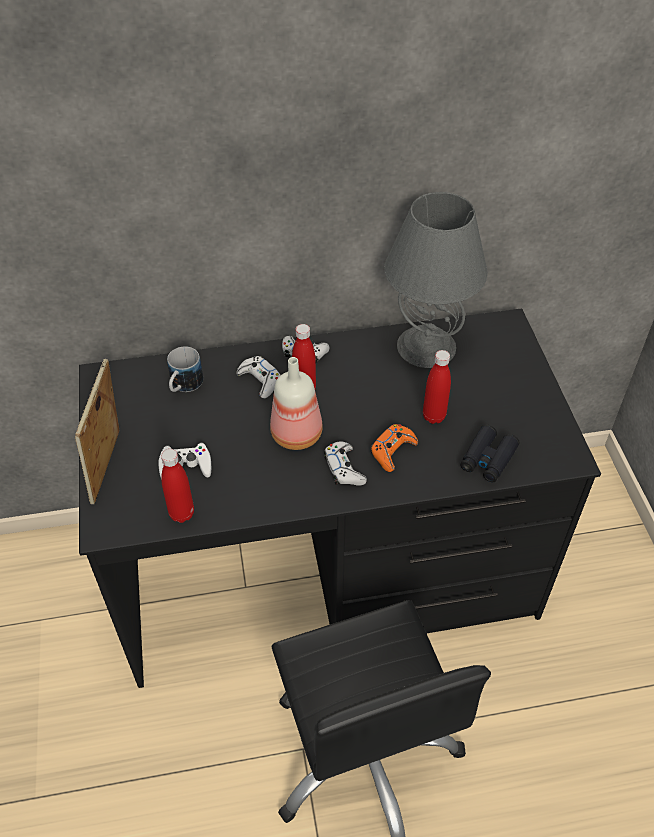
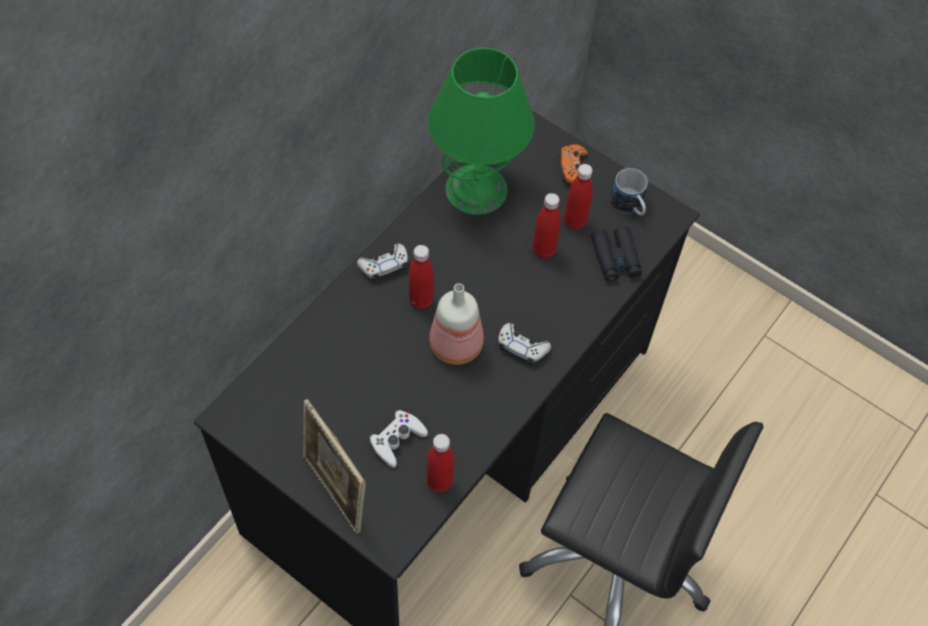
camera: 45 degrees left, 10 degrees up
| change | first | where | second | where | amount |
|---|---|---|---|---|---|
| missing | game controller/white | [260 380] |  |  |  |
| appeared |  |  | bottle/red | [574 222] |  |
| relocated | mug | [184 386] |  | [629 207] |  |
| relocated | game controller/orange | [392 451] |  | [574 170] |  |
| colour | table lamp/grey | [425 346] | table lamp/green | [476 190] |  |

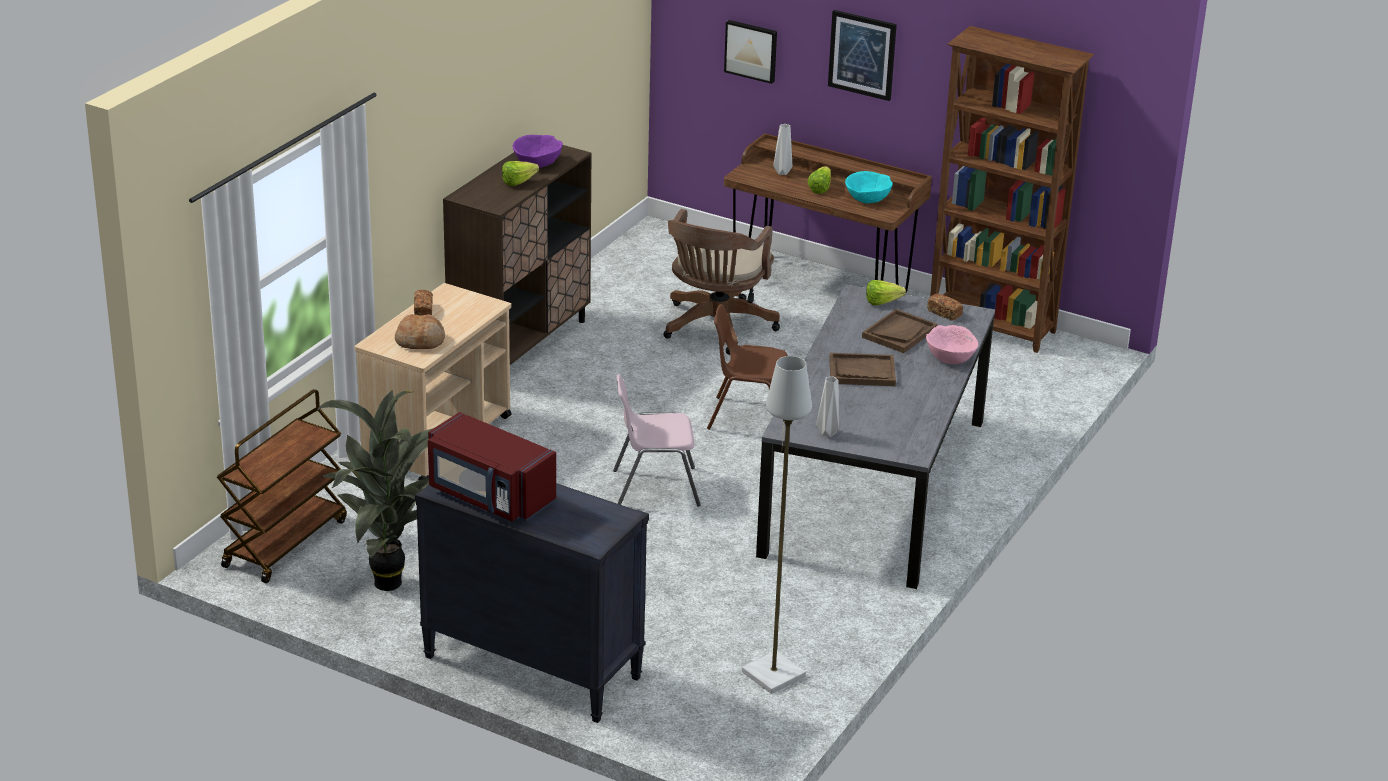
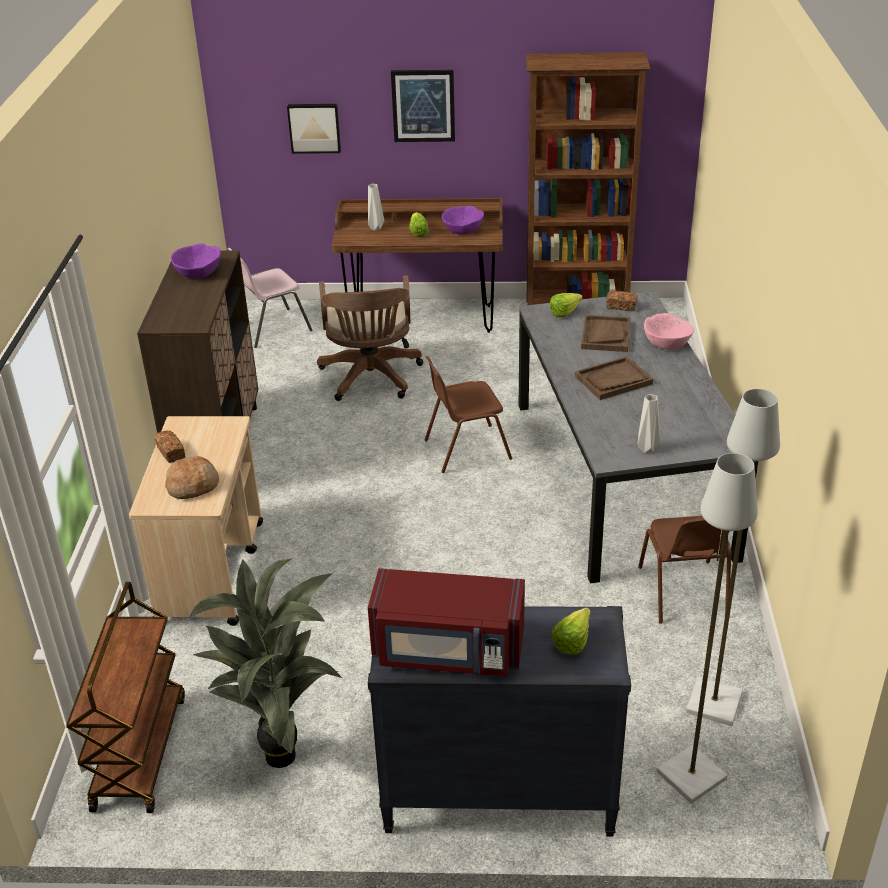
camera: 25 degrees left, 5 degrees up
| change | first | where | second | where | amount |
|---|---|---|---|---|---|
| appeared |  |  | chair/brown | [683 593] |  |
| appeared |  |  | floor lamp/grey | [691 777] |  |
| relocated | lettuce | [521 182] |  | [575 639] |  |
| relocated | chair/pink | [654 487] |  | [271 328] |  |
| colour | bowl/turquoise | [867 198] | bowl/purple | [463 230] |  |

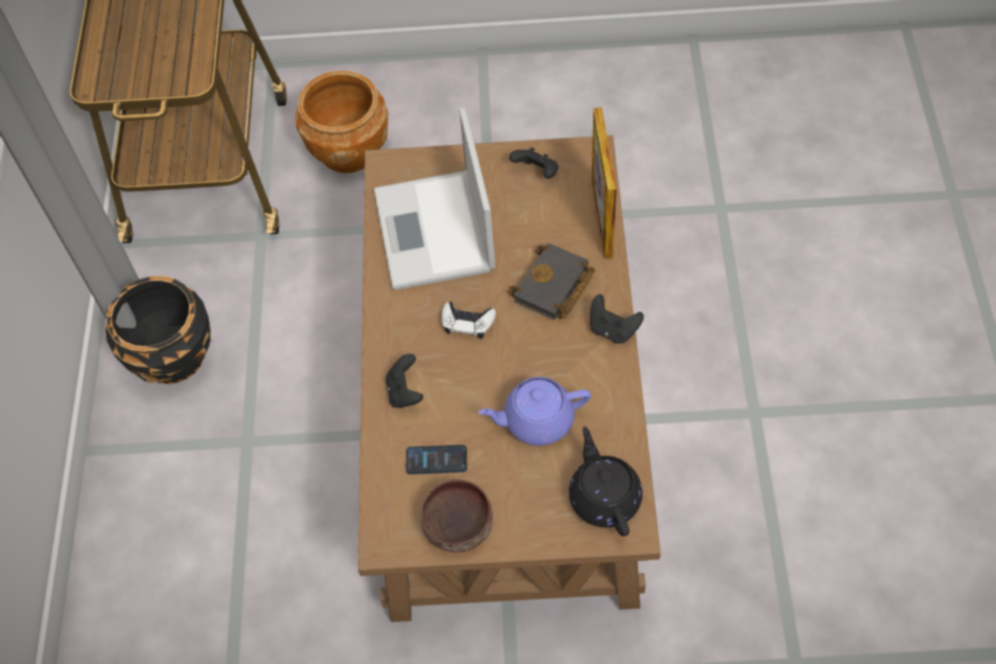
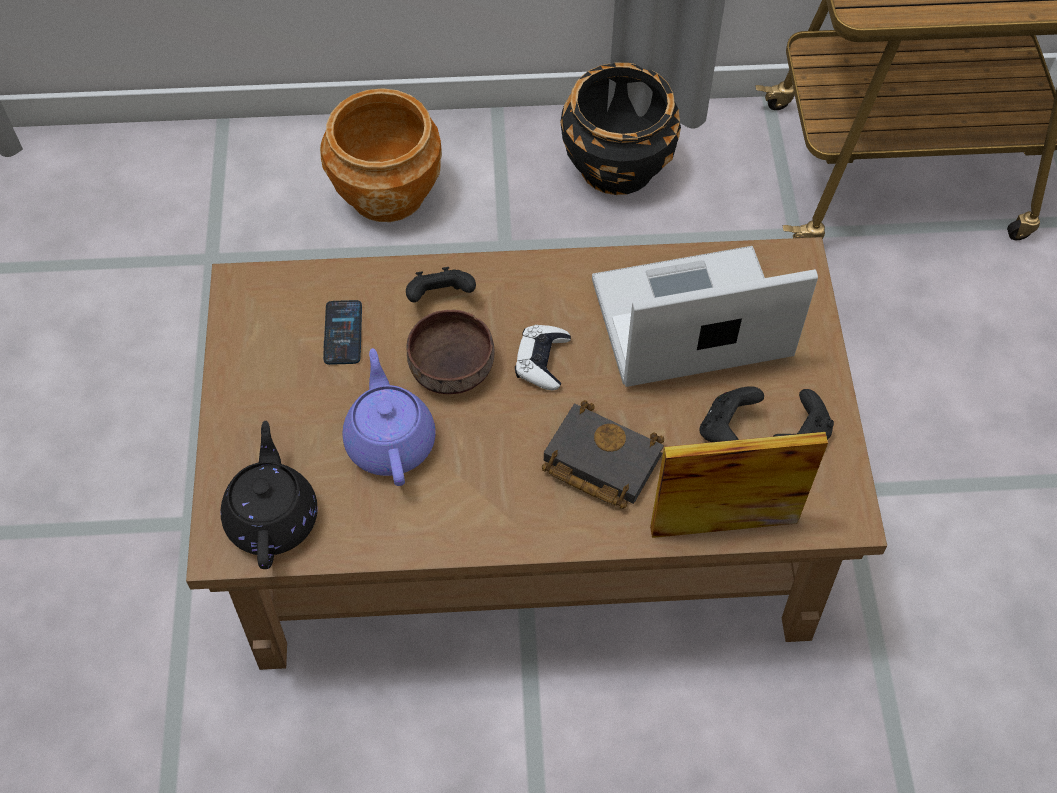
camera: 85 degrees right, 0 degrees up
| change | first | where | second | where | amount |
|---|---|---|---|---|---|
| relocated | planter/brown | [348 150] |  | [387 192] |  |
| relocated | bowl/brown | [458 526] |  | [449 367] |  |
| relocated | game controller/black | [612 329] |  | [726 428] |  |
| spun | teapot/black | [604 496] |  | [273 517] | 75 degrees counterclockwise |

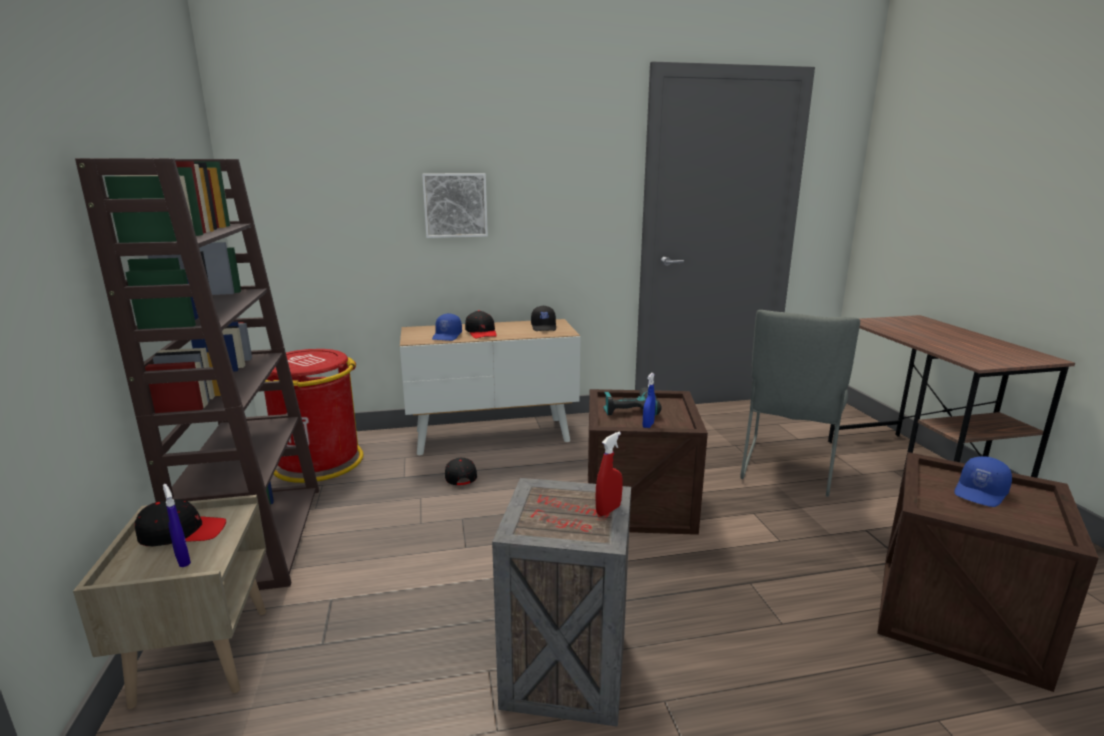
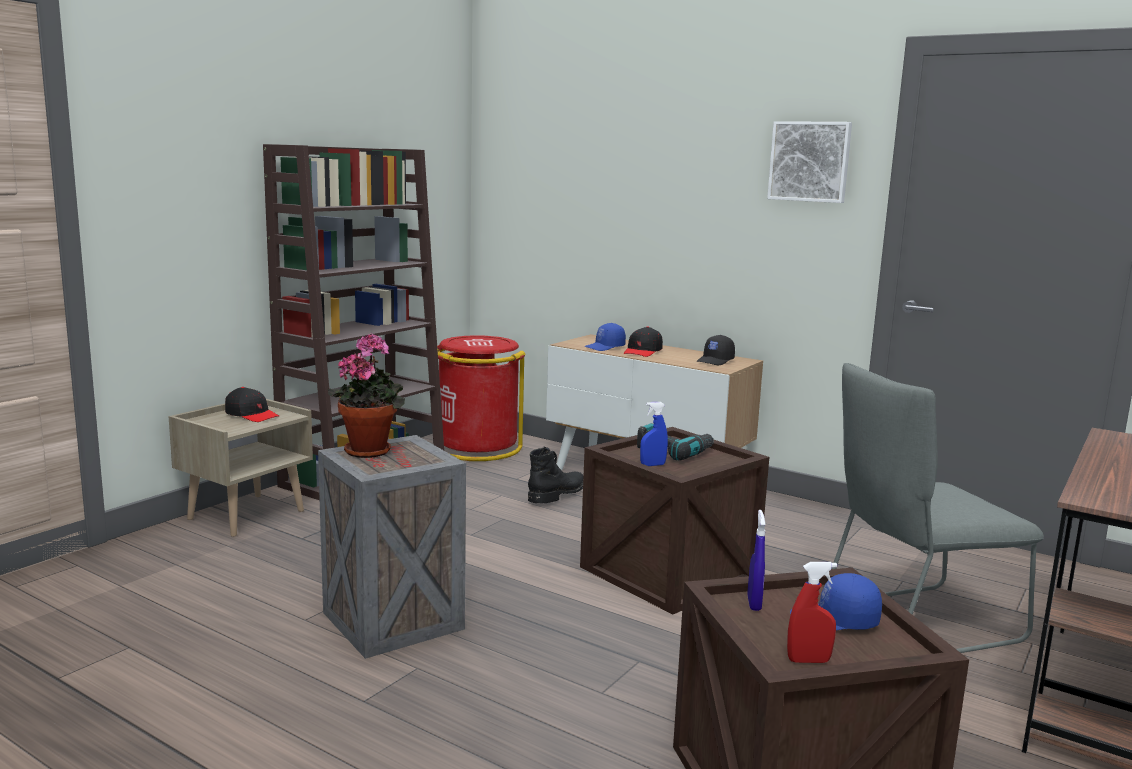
camera: 45 degrees right, 5 degrees down
| change | first | where | second | where | amount |
|---|---|---|---|---|---|
| appeared |  |  | potted plant | [370 450] |  |
| relocated | spray bottle/blue | [183 560] |  | [754 603] |  |
| relocated | picture | [455 205] |  | [810 161] |  |
| relocated | spray bottle/red | [608 510] |  | [808 661] |  |
| exchanged | cap/black | [459 476] | boot/black | [558 494] |  |

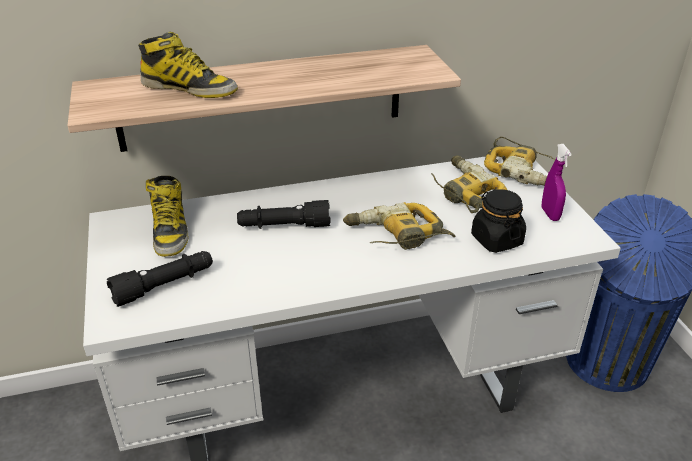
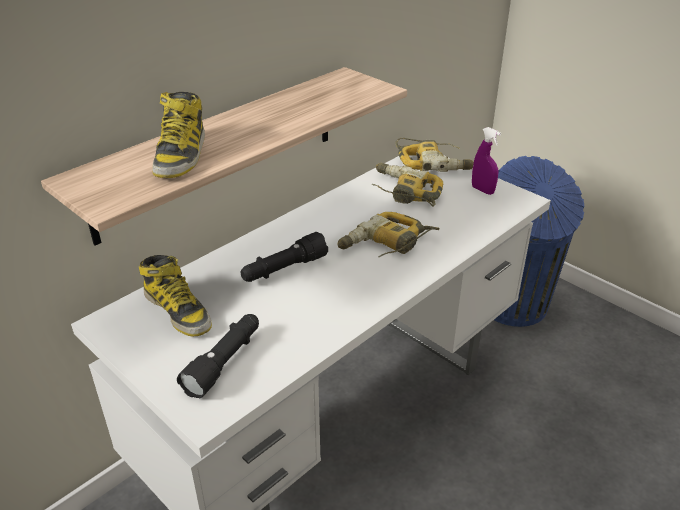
camera: 30 degrees left, 0 degrees up
| change | first | where | second | where | amount |
|---|---|---|---|---|---|
| missing | jar/black | [496 240] |  |  |  |
| spun | boot | [190 88] |  | [181 155] | 105 degrees clockwise |

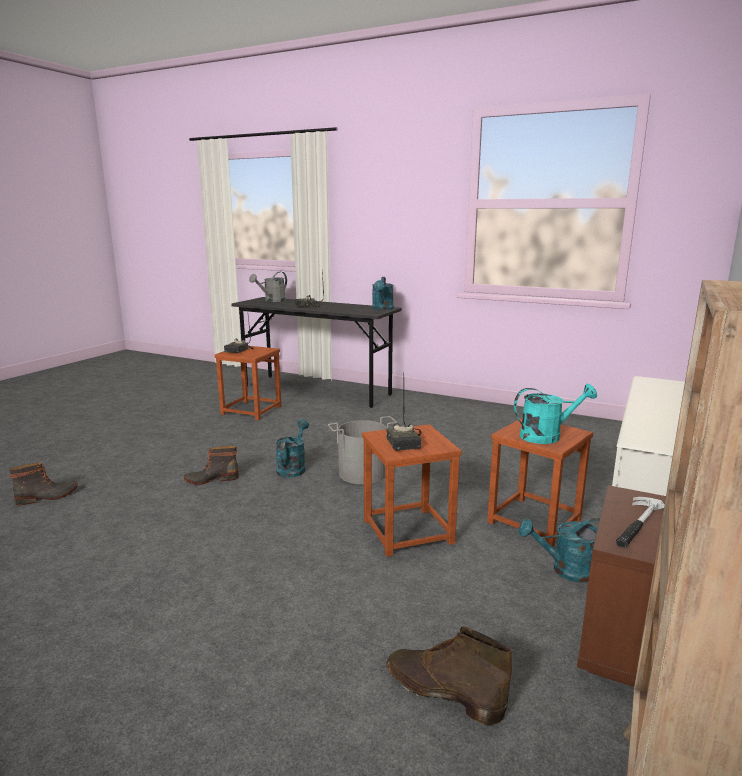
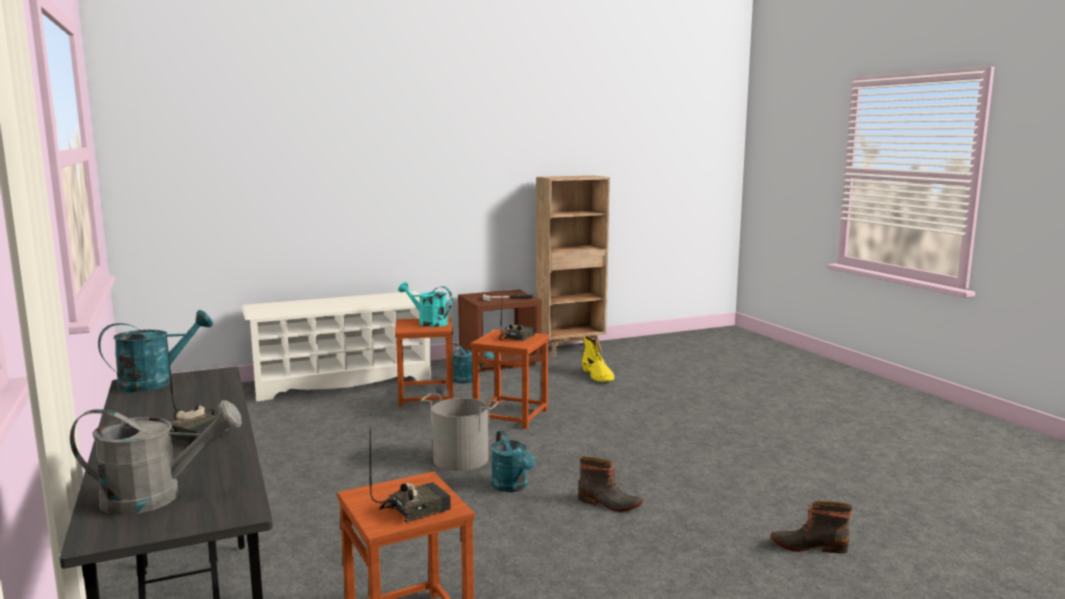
camera: 140 degrees left, 5 degrees down
| change | first | where | second | where | amount |
|---|---|---|---|---|---|
| colour | boot/brown | [442 691] | boot/yellow | [598 376] |  |
| spun | watering can/turquoise | [293 468] |  | [512 487] | 75 degrees counterclockwise |

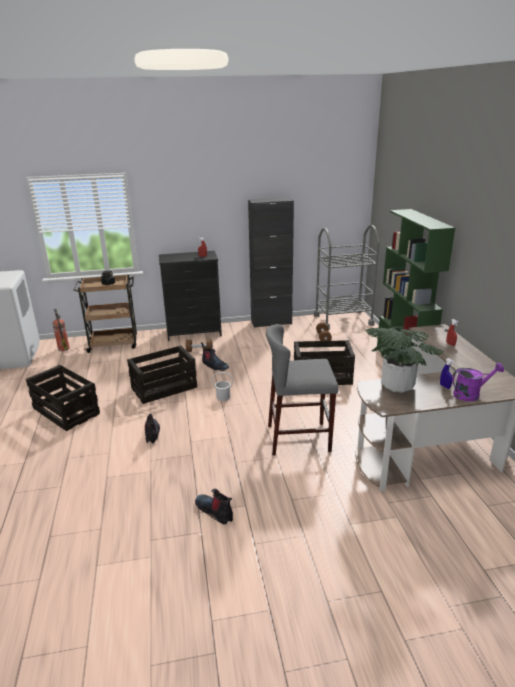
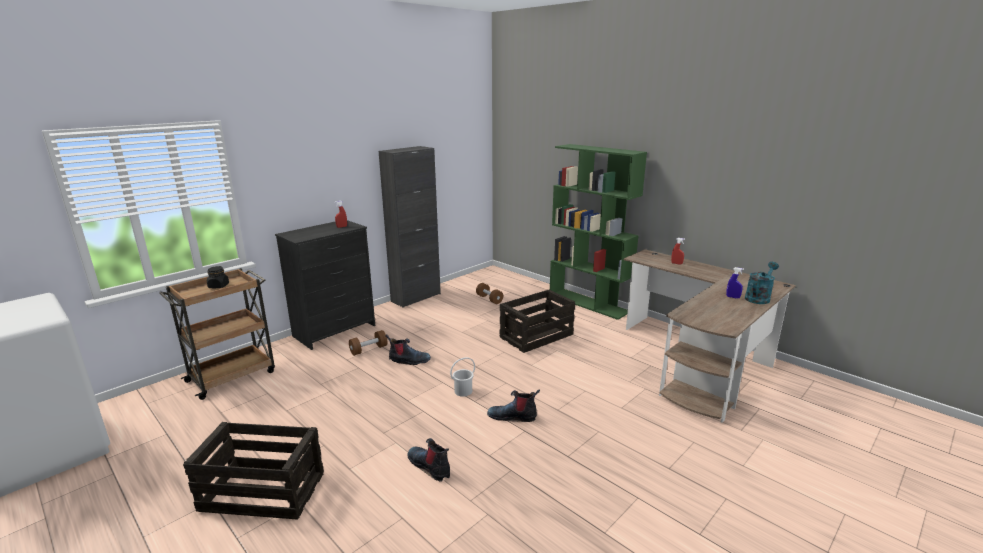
camera: 35 degrees left, 5 degrees down
| change | first | where | second | where | amount |
|---|---|---|---|---|---|
| missing | fire extinguisher | [63 348] |  |  |  |
| missing | crate | [164 387] |  |  |  |
| missing | stool/grey | [299 438] |  |  |  |
| missing | cart/grey | [343 320] |  |  |  |
| missing | potted plant | [397 385] |  |  |  |
| relocated | boot | [215 511] |  | [513 416] |  |
| colour | watering can/purple | [470 394] | watering can/turquoise | [758 297] |  |

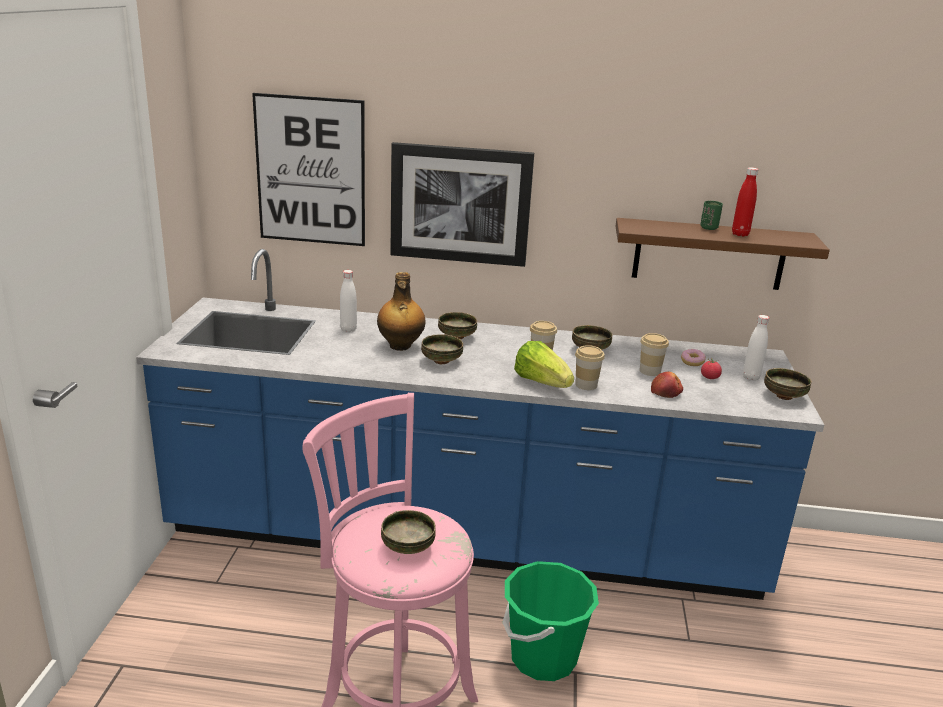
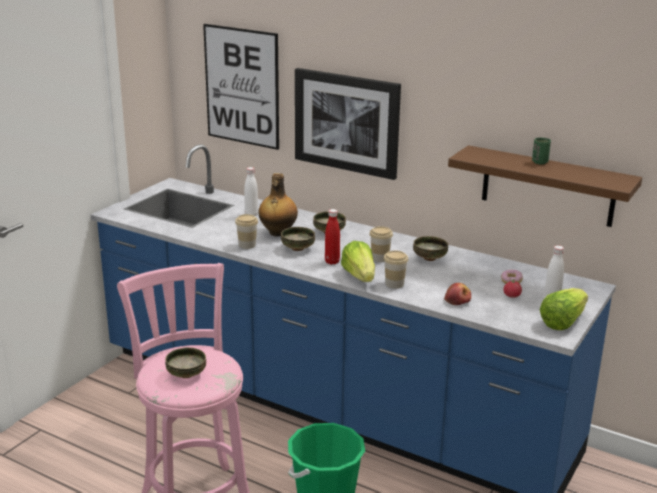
camera: 25 degrees right, 0 degrees up
| change | first | where | second | where | amount |
|---|---|---|---|---|---|
| relocated | cup | [650 371] |  | [247 245] |  |
| relocated | bottle/red | [740 234] |  | [332 262] |  |
| exchanged | bowl | [783 396] | lettuce | [562 322] |  |

